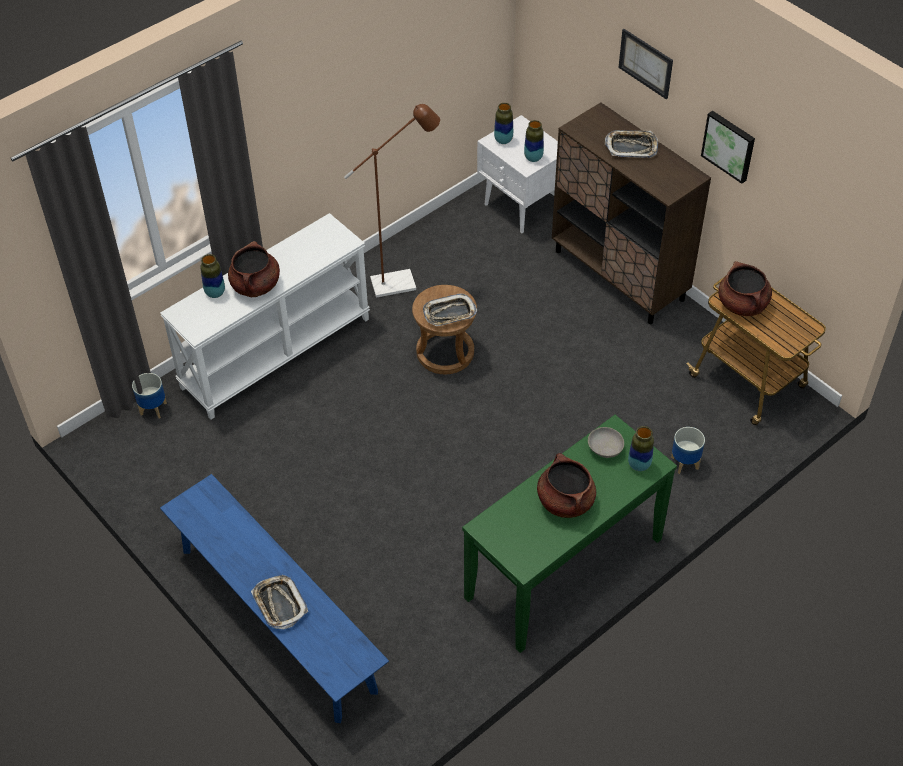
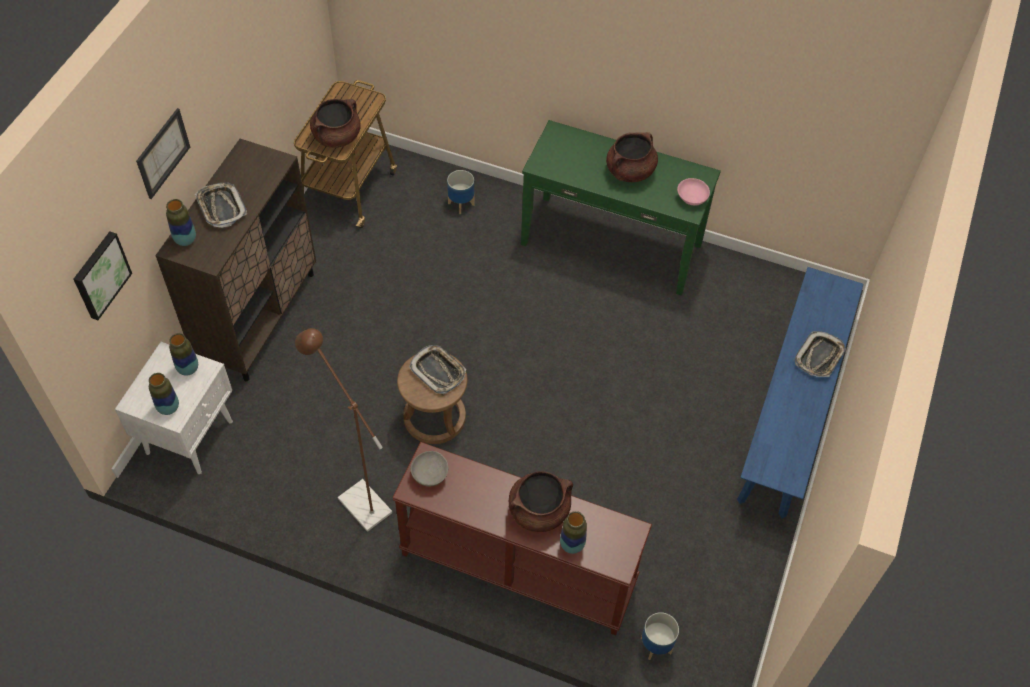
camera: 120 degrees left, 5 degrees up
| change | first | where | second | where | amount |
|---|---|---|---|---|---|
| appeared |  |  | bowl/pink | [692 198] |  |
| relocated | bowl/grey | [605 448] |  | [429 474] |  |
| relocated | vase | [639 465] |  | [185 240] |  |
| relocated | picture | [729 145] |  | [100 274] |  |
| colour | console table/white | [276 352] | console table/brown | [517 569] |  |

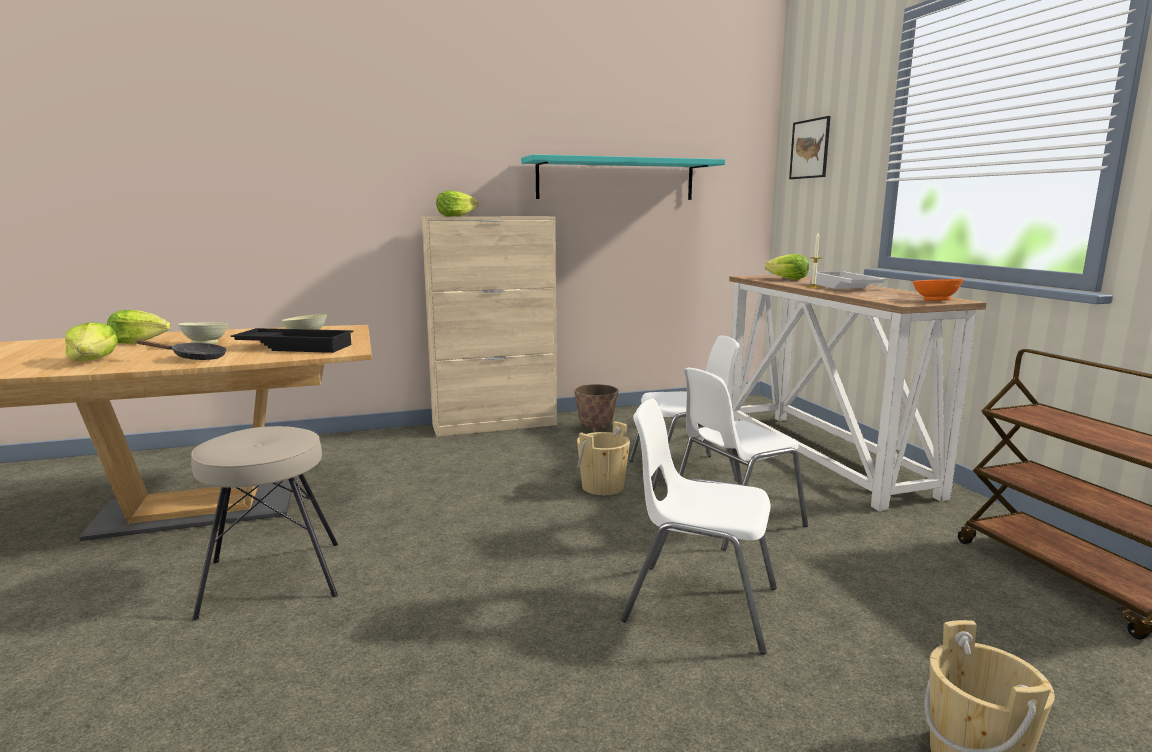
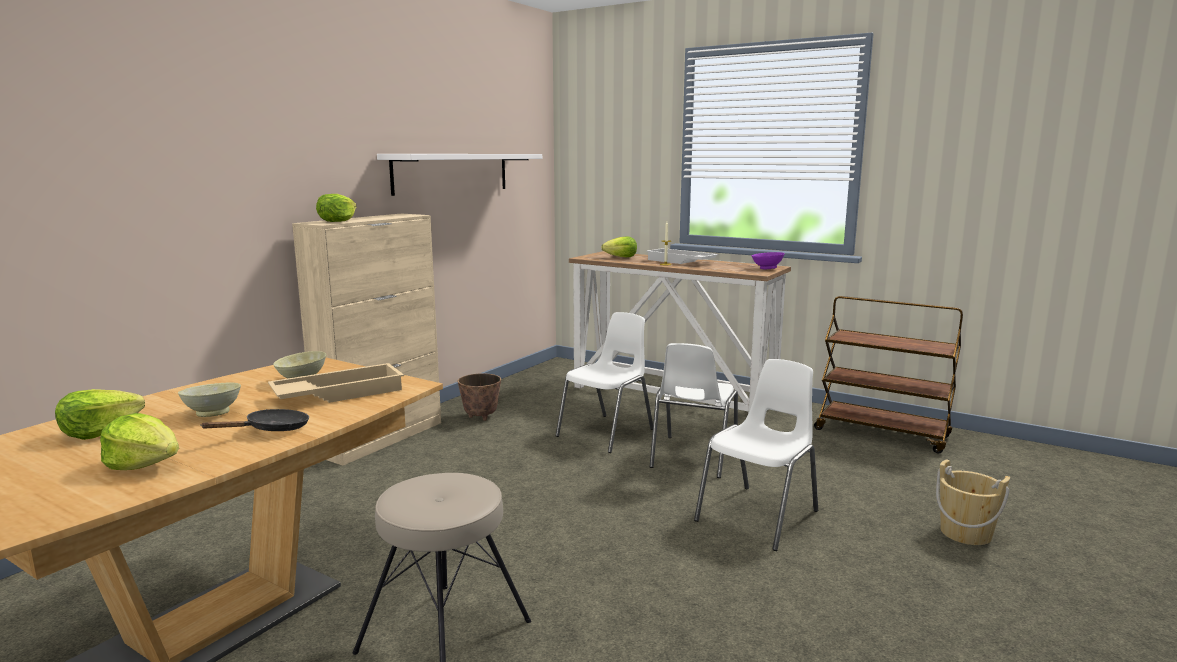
camera: 40 degrees left, 0 degrees up
| change | first | where | second | where | amount |
|---|---|---|---|---|---|
| missing | bucket/beige | [603 487] |  |  |  |
| missing | picture | [810 149] |  |  |  |
| colour | tray/black | [296 347] | tray/beige | [339 393] |  |
| colour | shelf/turquoise | [616 179] | shelf/white | [452 173] |  |
| colour | bowl/orange | [935 300] | bowl/purple | [766 268] |  |
| spun | chair/white | [698 604] |  | [760 516] | 150 degrees clockwise |

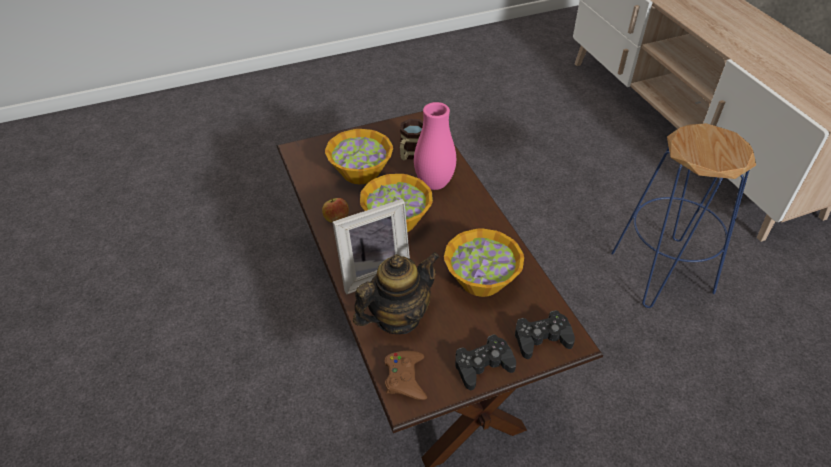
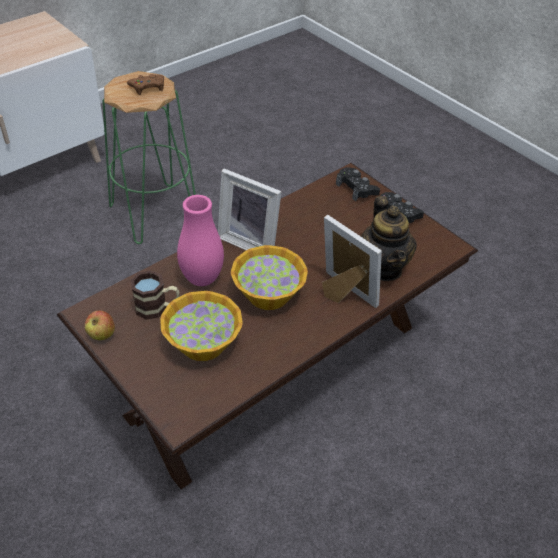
camera: 110 degrees left, 0 degrees up
| change | first | where | second | where | amount |
|---|---|---|---|---|---|
| missing | bowl | [482 280] |  |  |  |
| appeared |  |  | picture frame | [251 241] |  |
| relocated | apple | [336 219] |  | [101 334] |  |
| relocated | game controller/brown | [405 378] |  | [147 87] |  |
| colour | stool/blue | [662 273] | stool/green | [155 213] |  |
| spun | teapot | [397 317] |  | [383 267] | 135 degrees counterclockwise |

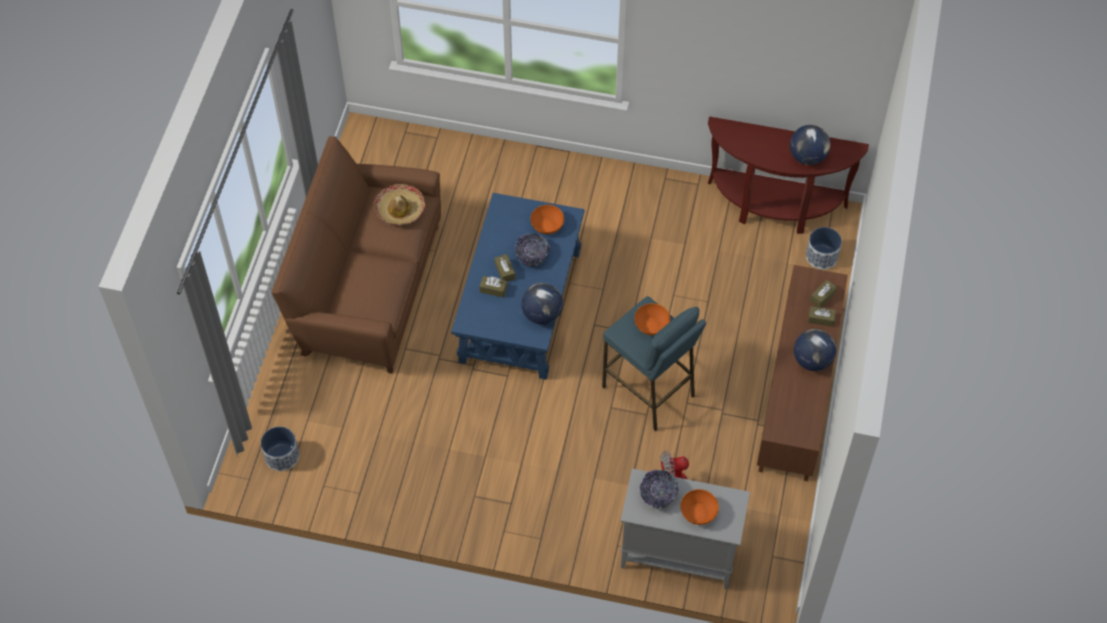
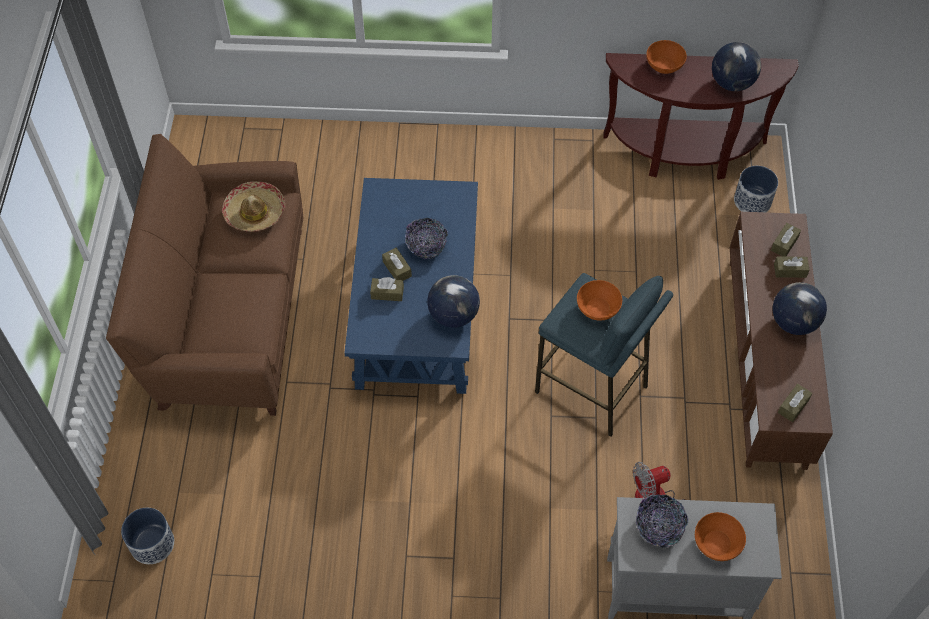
camera: 10 degrees left, 0 degrees up
| change | first | where | second | where | amount |
|---|---|---|---|---|---|
| appeared |  |  | tissue box/brown | [793 406] |  |
| relocated | bowl/orange | [547 225] |  | [664 65] |  |

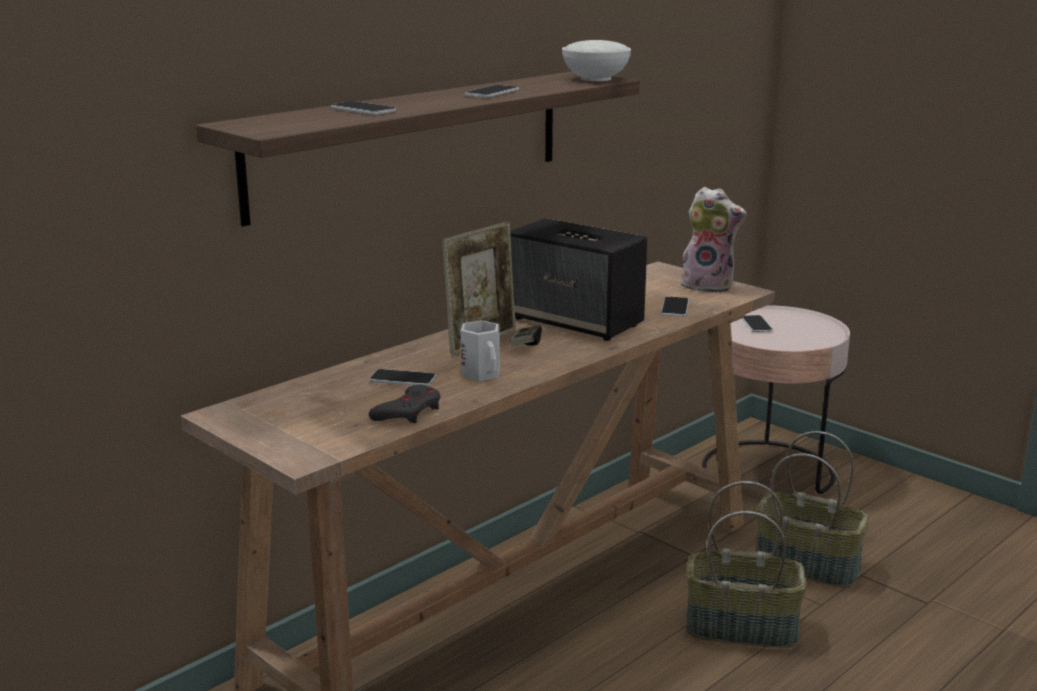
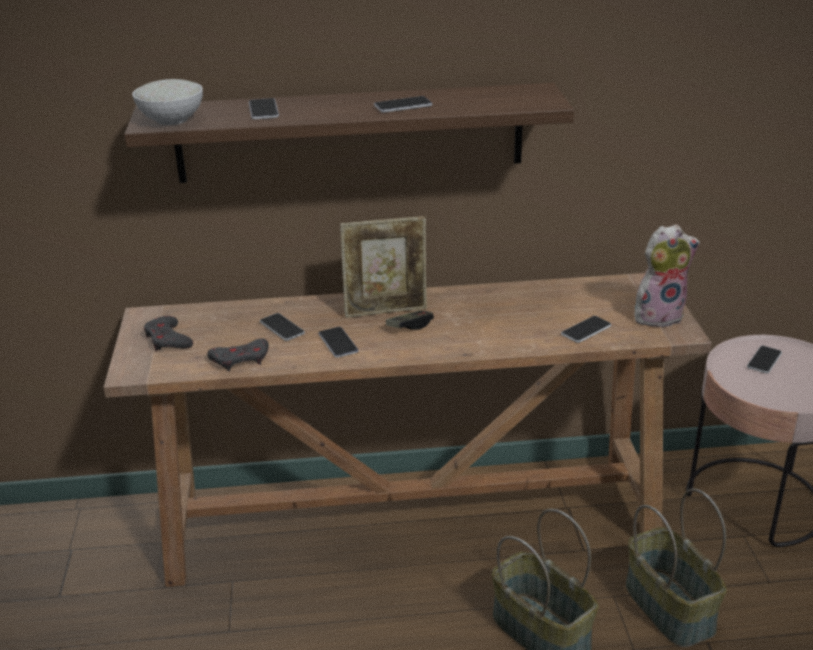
camera: 40 degrees right, 10 degrees up
| change | first | where | second | where | amount |
|---|---|---|---|---|---|
| missing | speaker | [576 322] |  |  |  |
| appeared |  |  | game controller/grey | [168 339] |  |
| relocated | bowl/white | [594 79] |  | [171 119] |  |
| exchanged | mug/white | [482 373] | phone | [338 343] |  |
| spun | plush toy | [709 286] |  | [658 315] | 75 degrees counterclockwise |

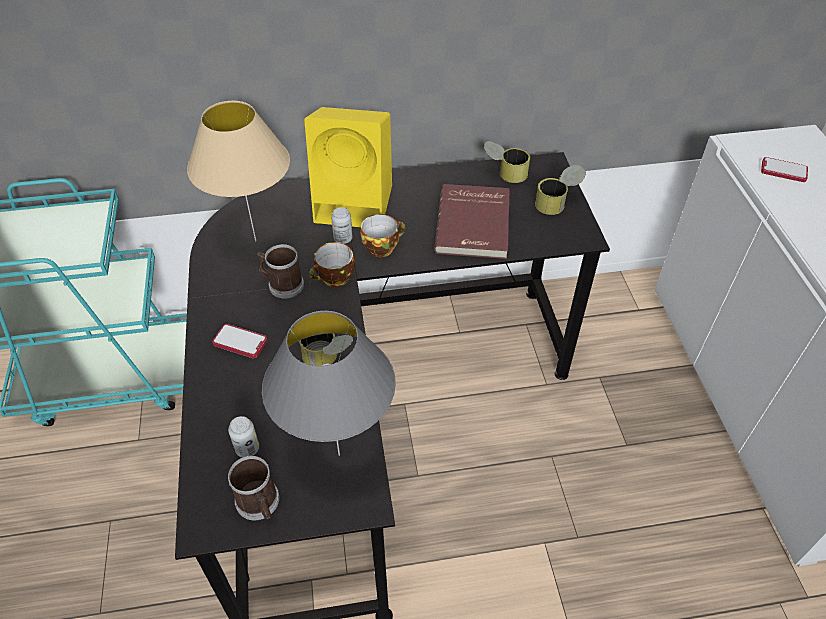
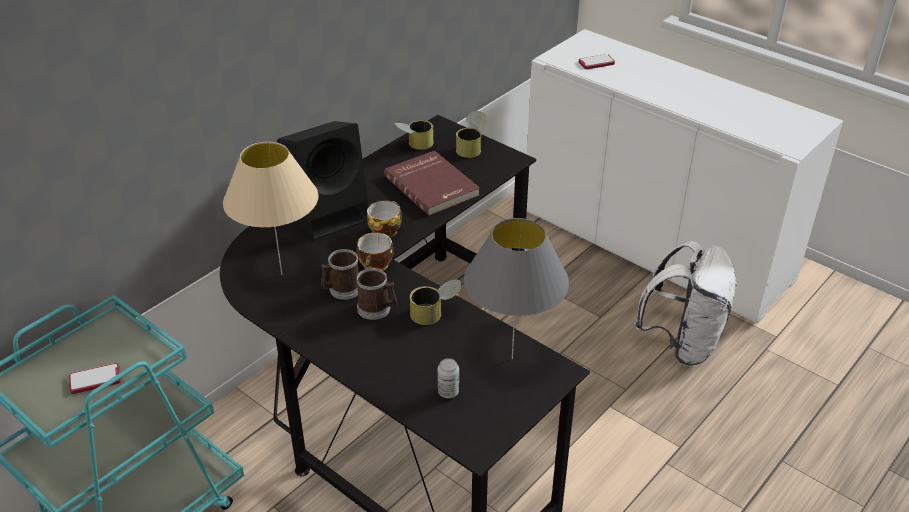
camera: 40 degrees left, 10 degrees down
| change | first | where | second | where | amount |
|---|---|---|---|---|---|
| missing | can | [343 239] |  |  |  |
| appeared |  |  | backpack/white | [682 343] |  |
| relocated | phone | [240 342] |  | [95 380] |  |
| relocated | mug | [259 504] |  | [377 309] |  |
| colour | speaker/yellow | [356 203] | speaker/black | [329 213] |  |

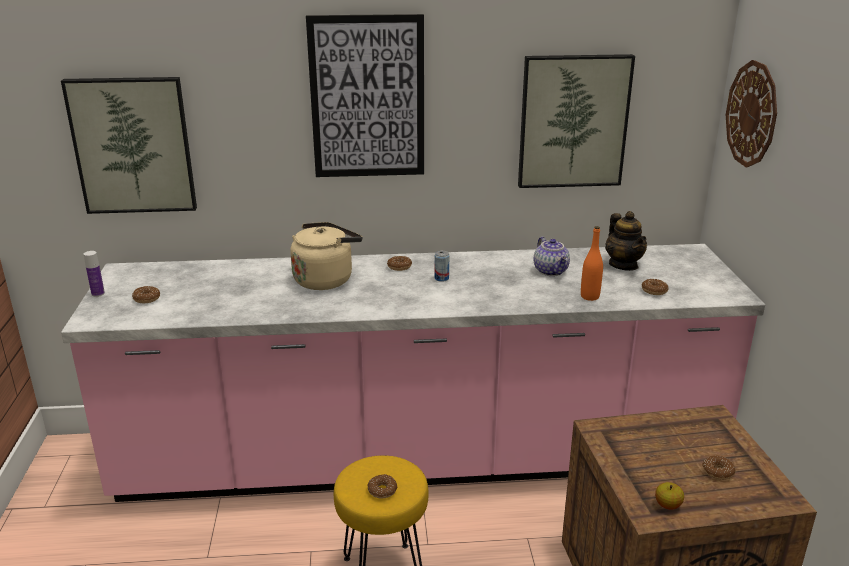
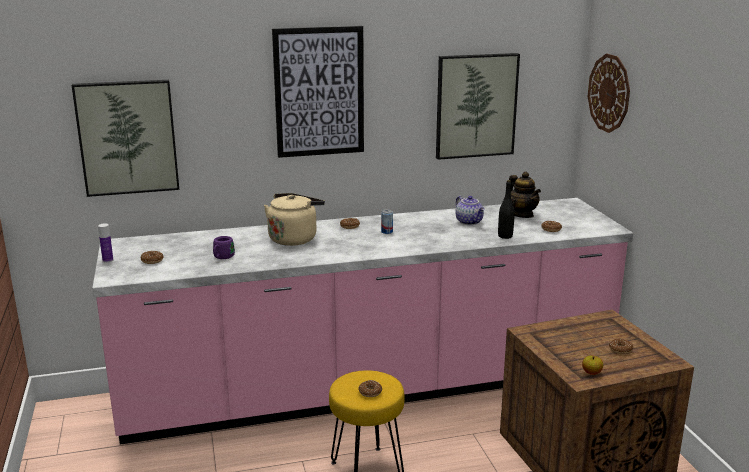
camera: 10 degrees left, 5 degrees down
| change | first | where | second | where | amount |
|---|---|---|---|---|---|
| appeared |  |  | mug/purple | [222 257] |  |
| colour | bottle/orange | [589 296] | bottle/black | [505 236] |  |

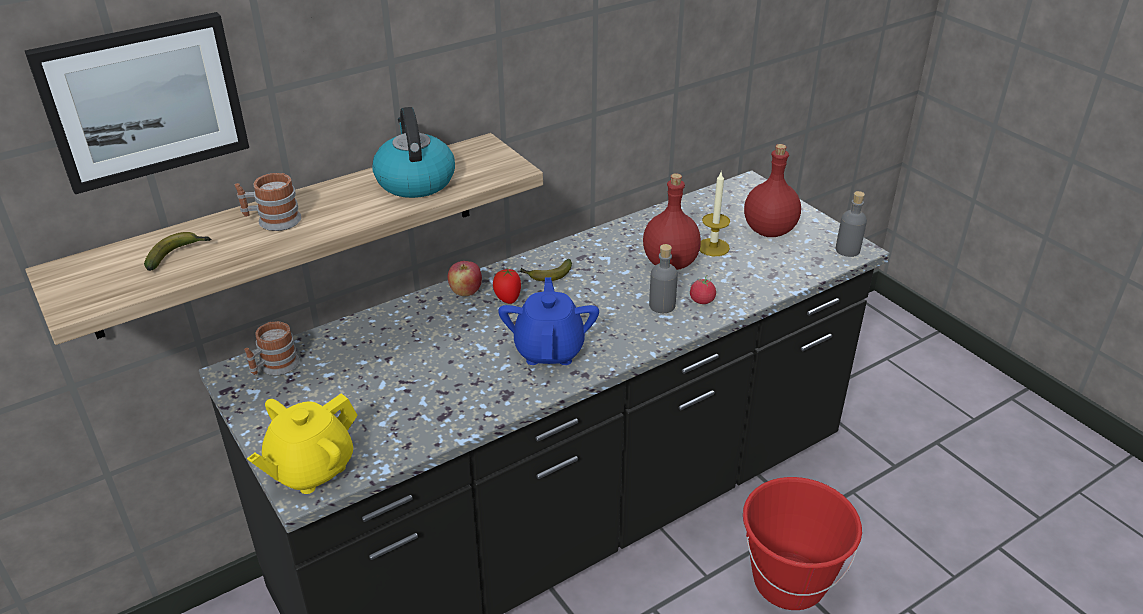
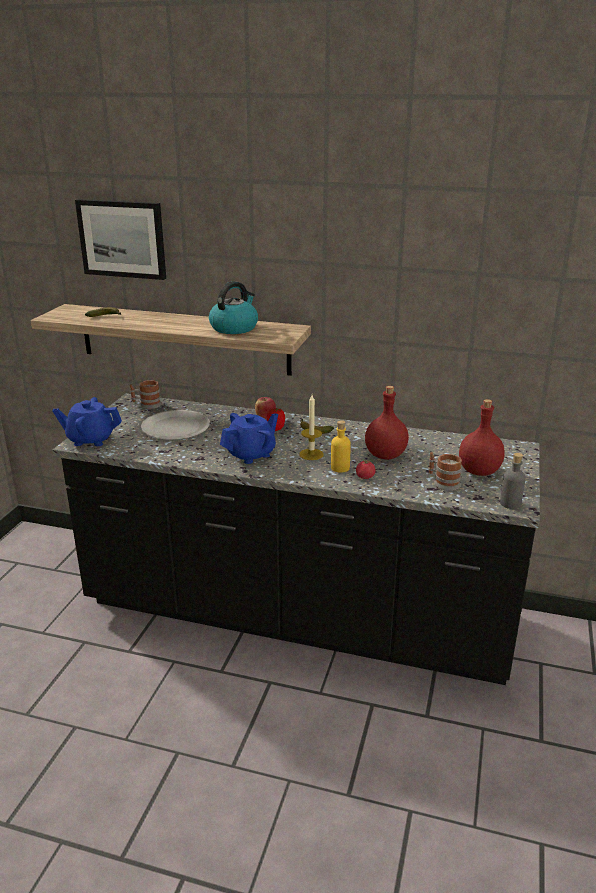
camera: 50 degrees right, 10 degrees down
| change | first | where | second | where | amount |
|---|---|---|---|---|---|
| missing | bucket/red | [788 582] |  |  |  |
| appeared |  |  | plate/white | [175 427] |  |
| relocated | mug | [272 220] |  | [443 482] |  |
| relocated | candle | [713 247] |  | [311 454] |  |
| colour | teapot/yellow | [310 469] | teapot/blue | [90 439] |  |
| colour | bottle/grey | [662 305] | bottle/yellow | [340 468] |  |

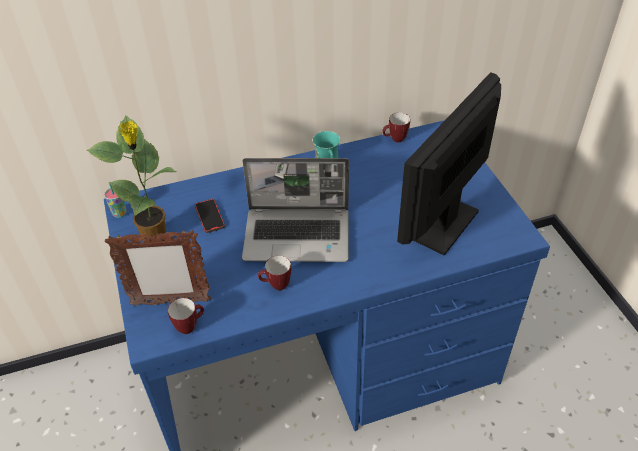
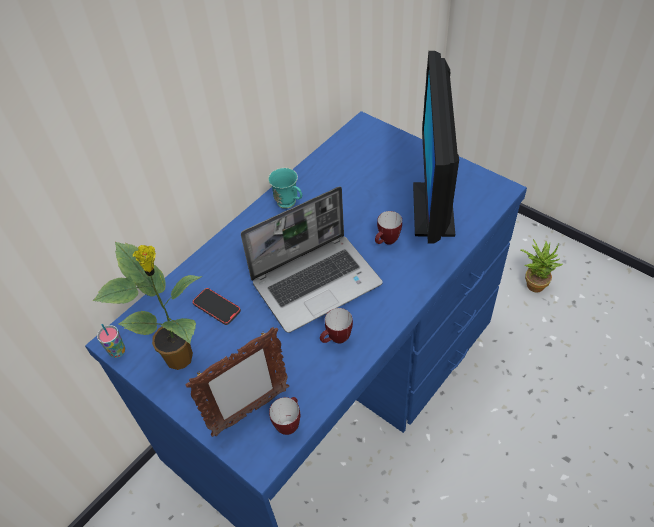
camera: 30 degrees left, 5 degrees up
| change | first | where | second | where | amount |
|---|---|---|---|---|---|
| appeared |  |  | potted plant | [534 282] |  |
| relocated | mug | [395 140] |  | [387 242] |  |

